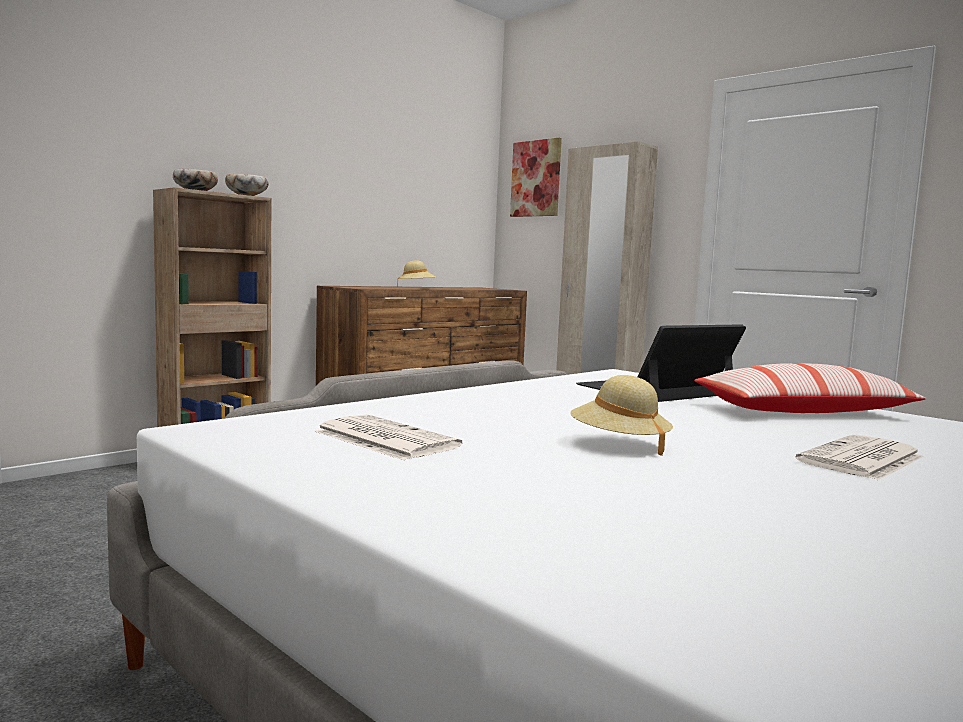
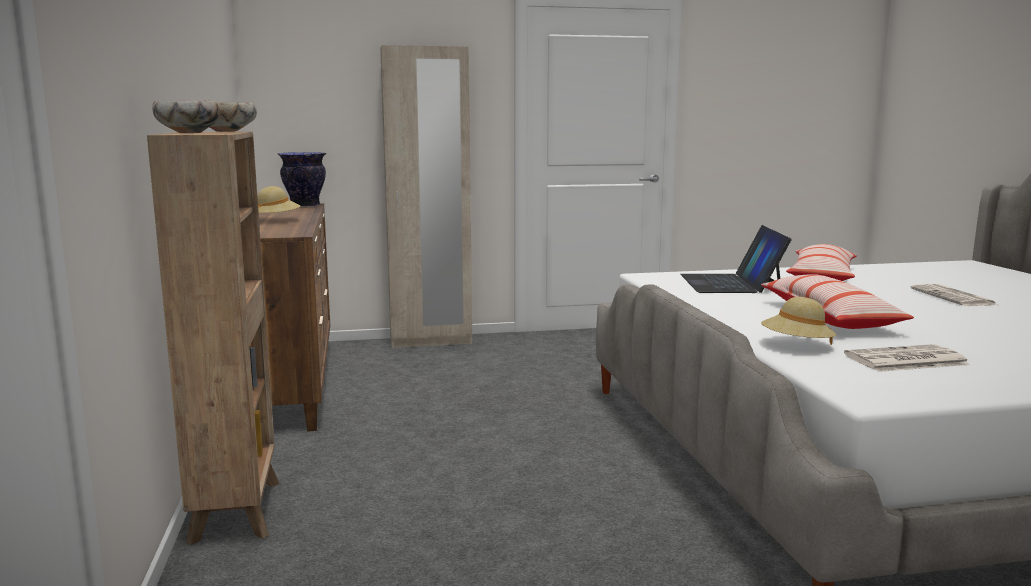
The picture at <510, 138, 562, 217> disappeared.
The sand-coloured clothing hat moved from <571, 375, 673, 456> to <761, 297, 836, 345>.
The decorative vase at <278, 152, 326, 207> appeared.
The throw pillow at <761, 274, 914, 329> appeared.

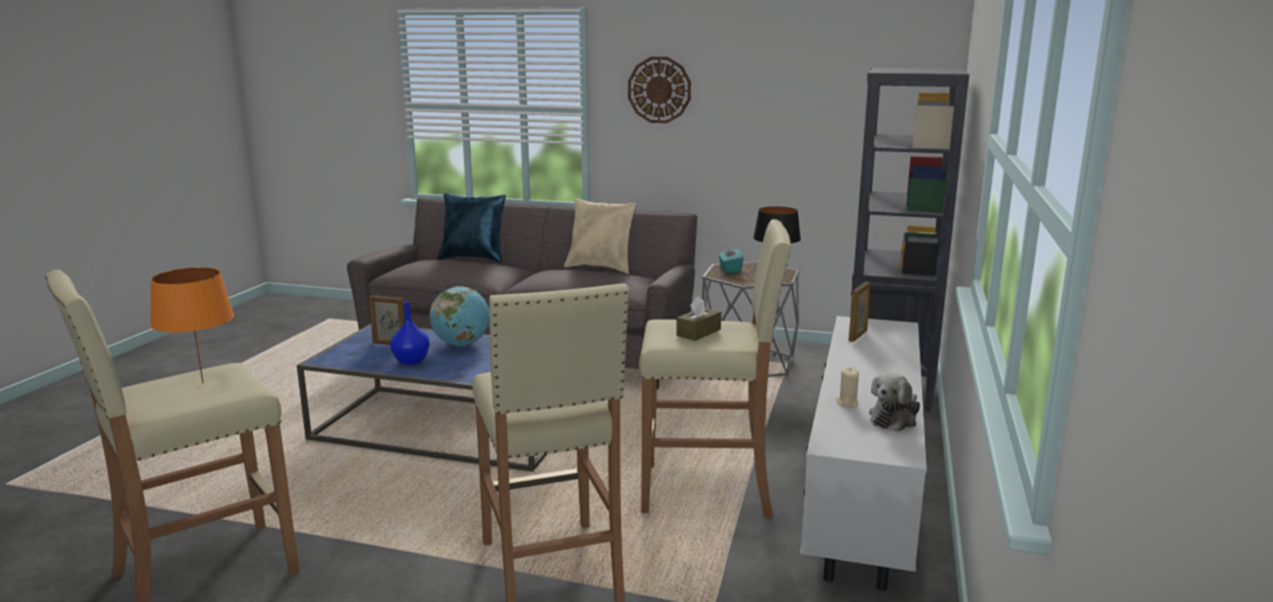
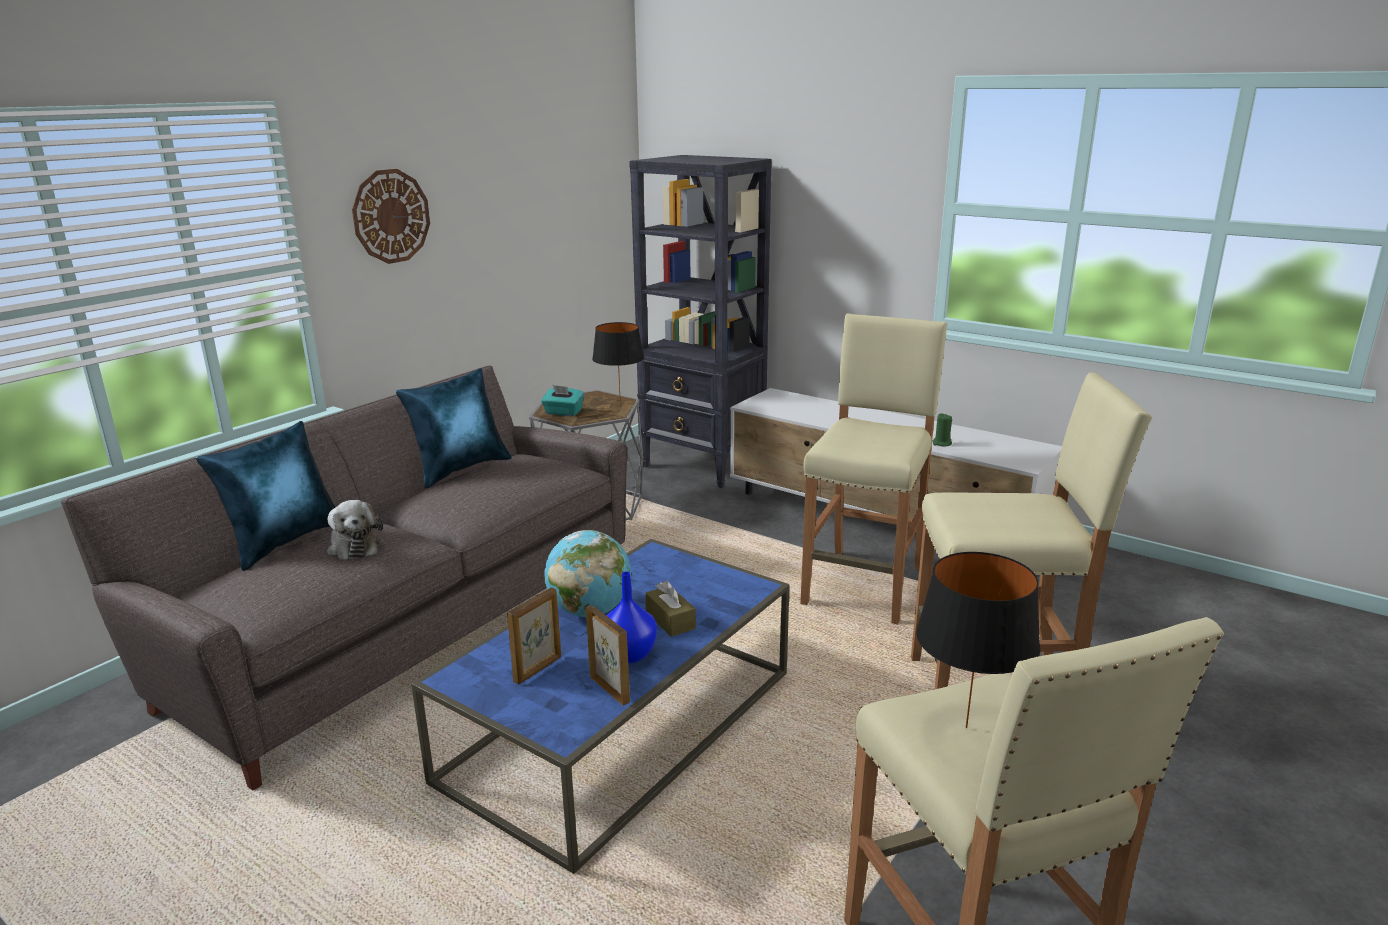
The sand-coloured throw pillow at <564, 199, 637, 274> became the blue-coloured throw pillow at <396, 368, 512, 488>.
The orangey table lamp at <150, 267, 234, 384> became the blackish table lamp at <916, 552, 1040, 728>.
The picture frame moved from <849, 282, 871, 342> to <586, 605, 630, 706>.
The brownish tissue box moved from <676, 296, 721, 341> to <645, 580, 696, 637>.
The sand-coloured wax candle at <836, 367, 859, 407> became the green-coloured wax candle at <932, 413, 952, 446>.
The cuddly toy moved from <869, 372, 920, 432> to <327, 500, 383, 560>.

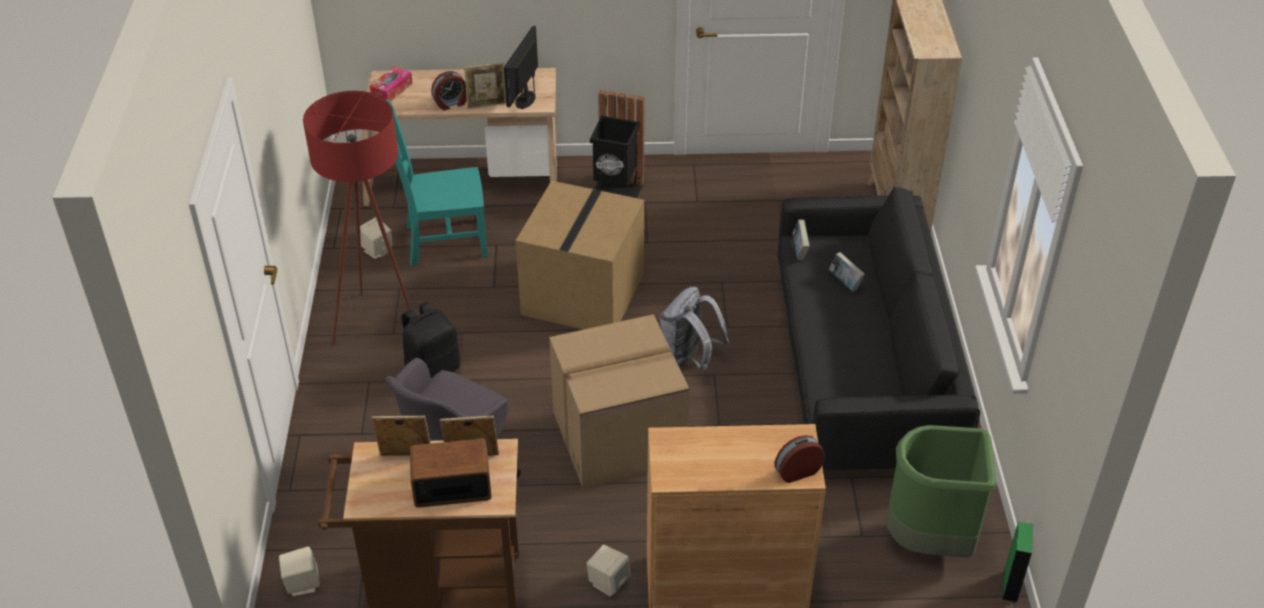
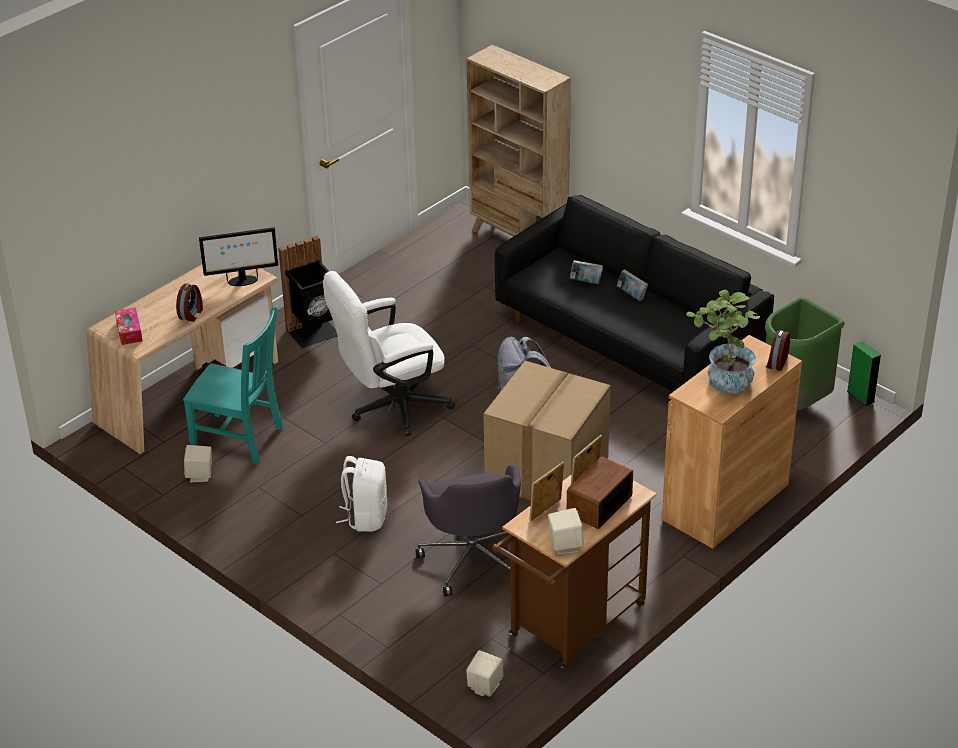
The computer display at <504, 26, 538, 110> turned 75 degrees counterclockwise.
The picture frame at <464, 63, 506, 109> disappeared.
The red standard lamp at <303, 91, 412, 345> disappeared.
The turquoise-coloured plain chair at <386, 99, 488, 266> turned 105 degrees counterclockwise.
The packing box at <516, 181, 644, 330> was replaced by the white-coloured computer chair at <323, 271, 455, 436>.
The volume moved from <793, 219, 810, 260> to <617, 269, 648, 301>.
The blackish backpack at <401, 302, 460, 379> became the white-coloured backpack at <336, 456, 387, 532>.
The sand-coloured speaker moved from <587, 545, 630, 597> to <548, 508, 584, 554>.
The potted plant at <686, 290, 760, 394> appeared.

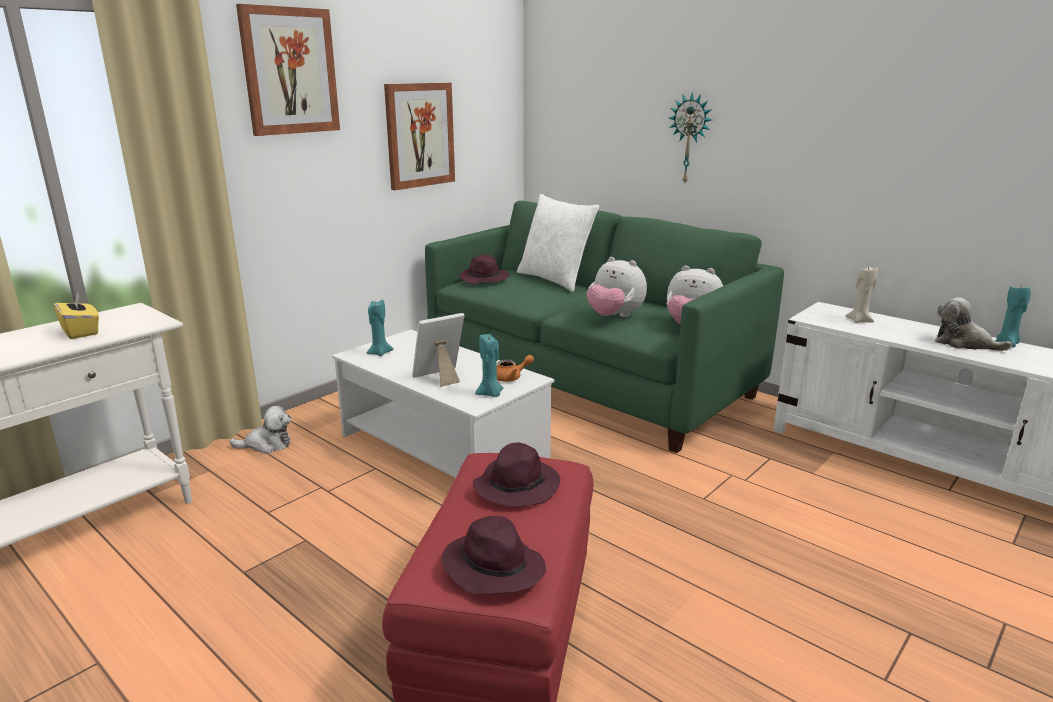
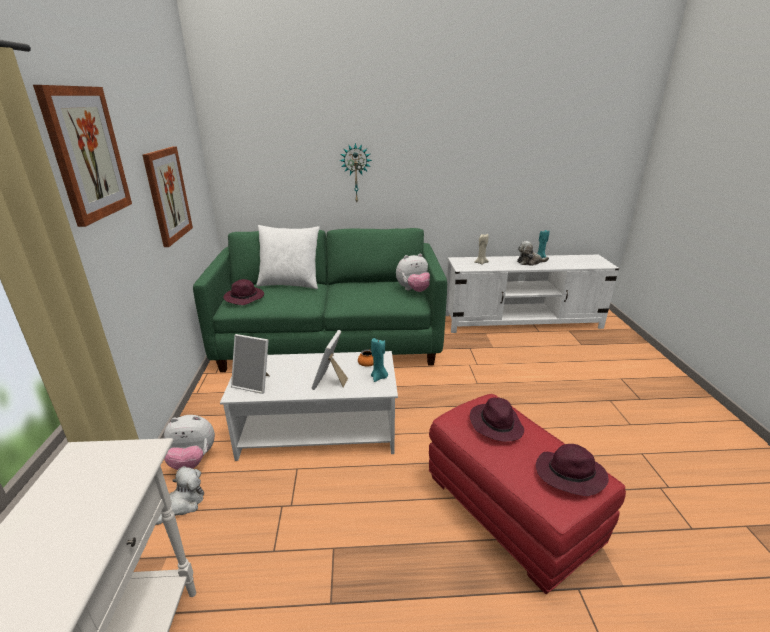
The cuddly toy moved from <587, 257, 647, 317> to <164, 415, 215, 470>.
The yellowish tissue box at <54, 293, 99, 339> disappeared.
The turquoise-coloured wax candle at <366, 300, 393, 356> was replaced by the picture frame at <231, 334, 270, 394>.

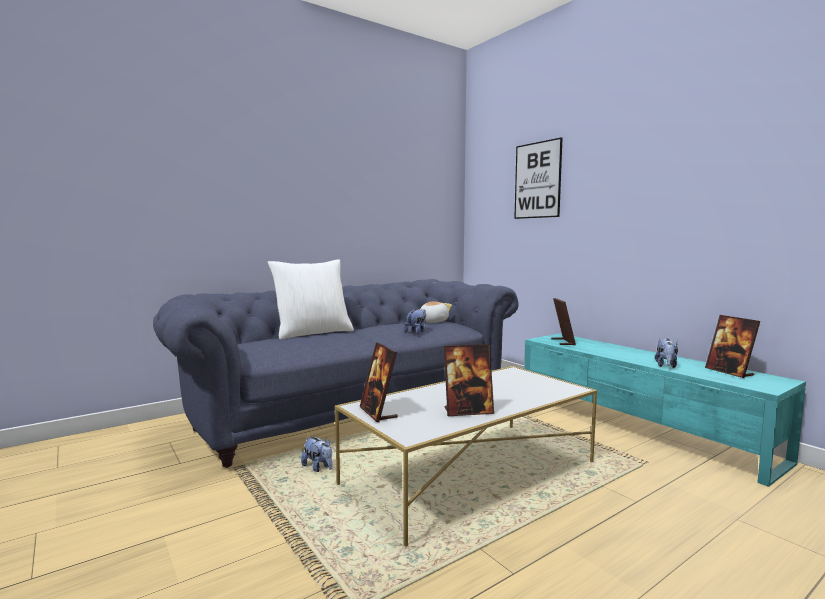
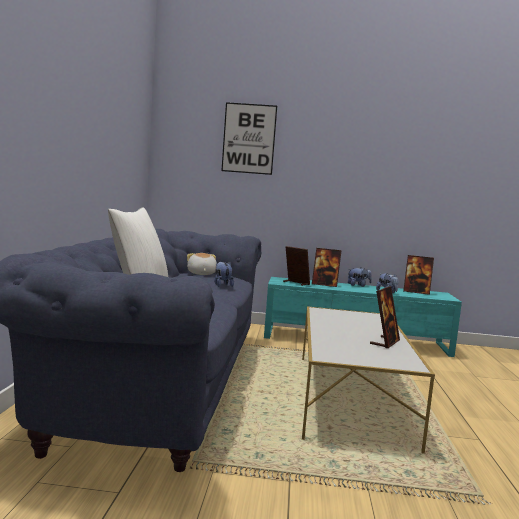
The picture frame moved from <360, 342, 398, 422> to <312, 248, 341, 287>.
The cuddly toy moved from <301, 437, 332, 472> to <348, 267, 372, 287>.

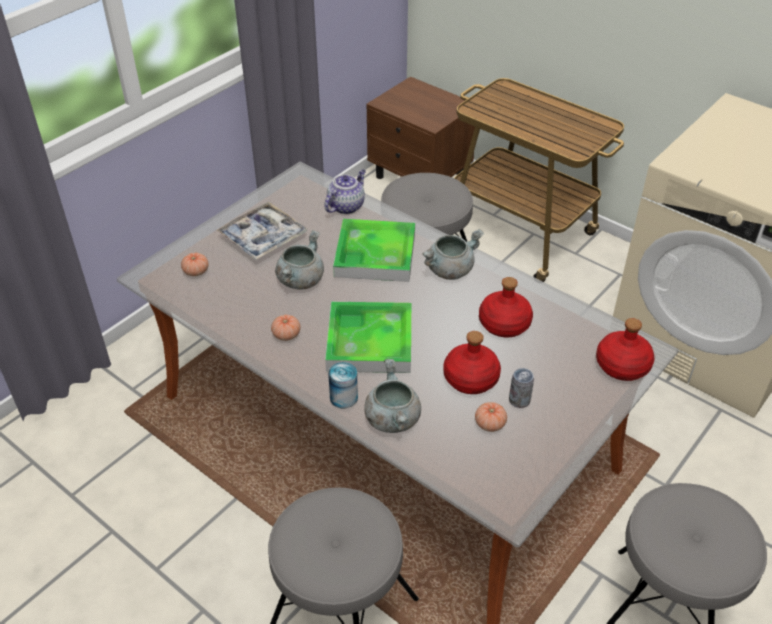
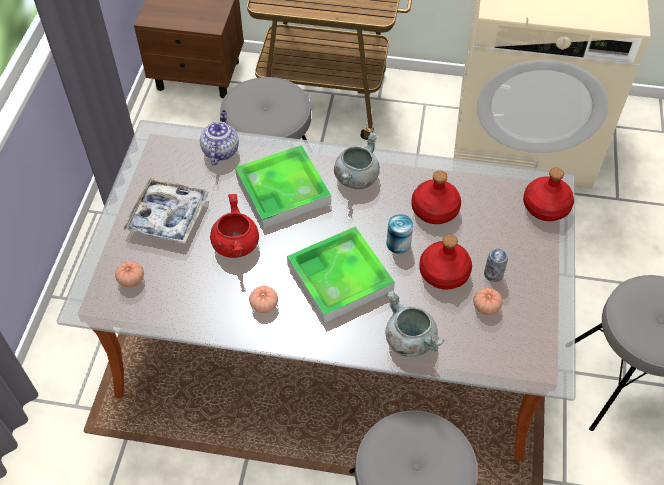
The gray saucepot at <275, 230, 324, 290> became the red saucepot at <210, 194, 259, 258>.
The metal can moved from <328, 362, 358, 409> to <387, 214, 413, 254>.

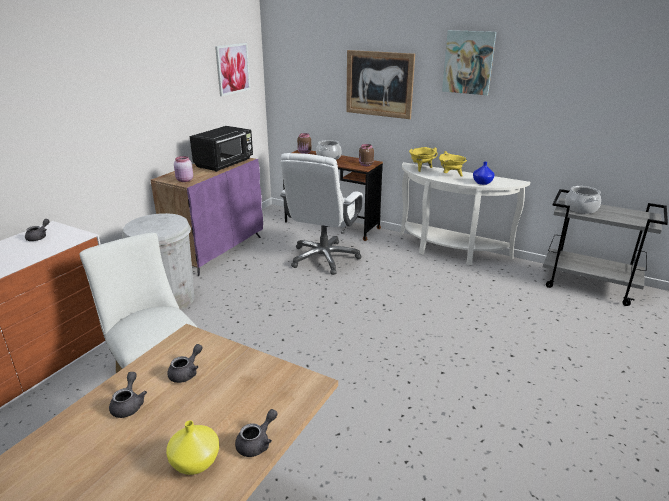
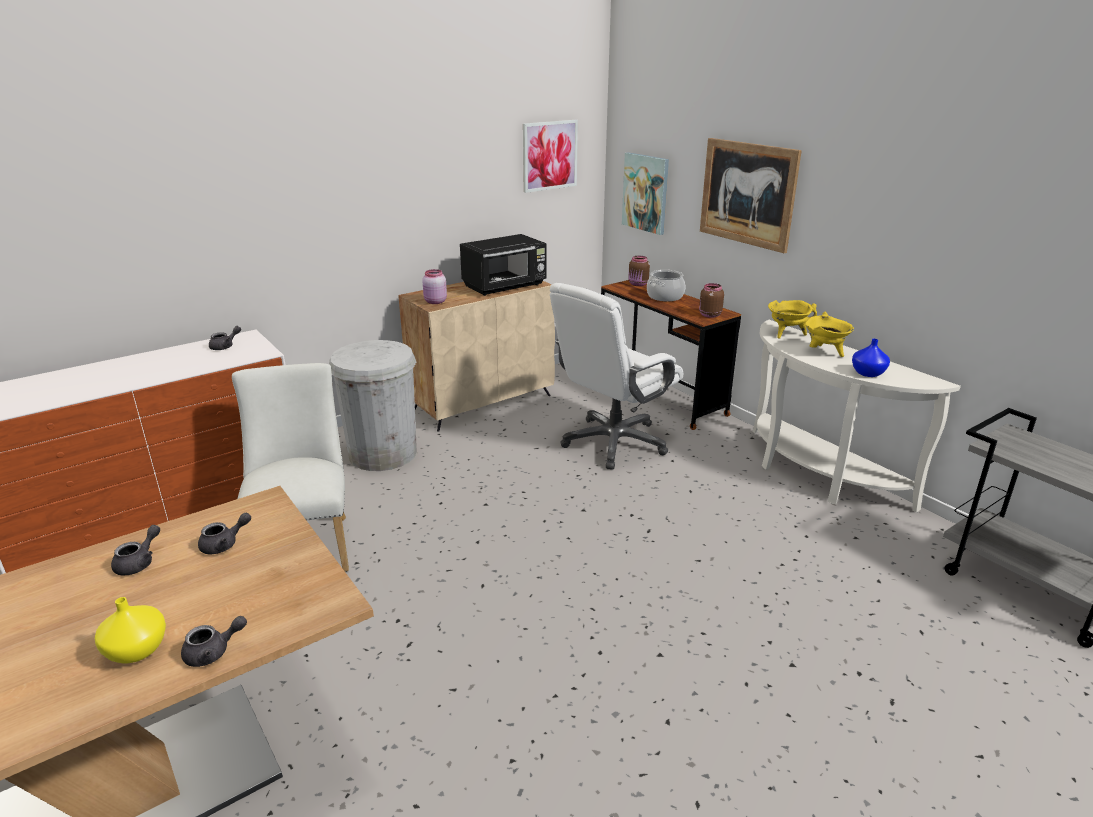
The picture moved from <442, 30, 497, 95> to <622, 152, 669, 235>.
The purple-coloured storage cabinet at <151, 158, 263, 276> became the sand-coloured storage cabinet at <398, 281, 555, 432>.
The saucepot at <565, 186, 601, 213> disappeared.

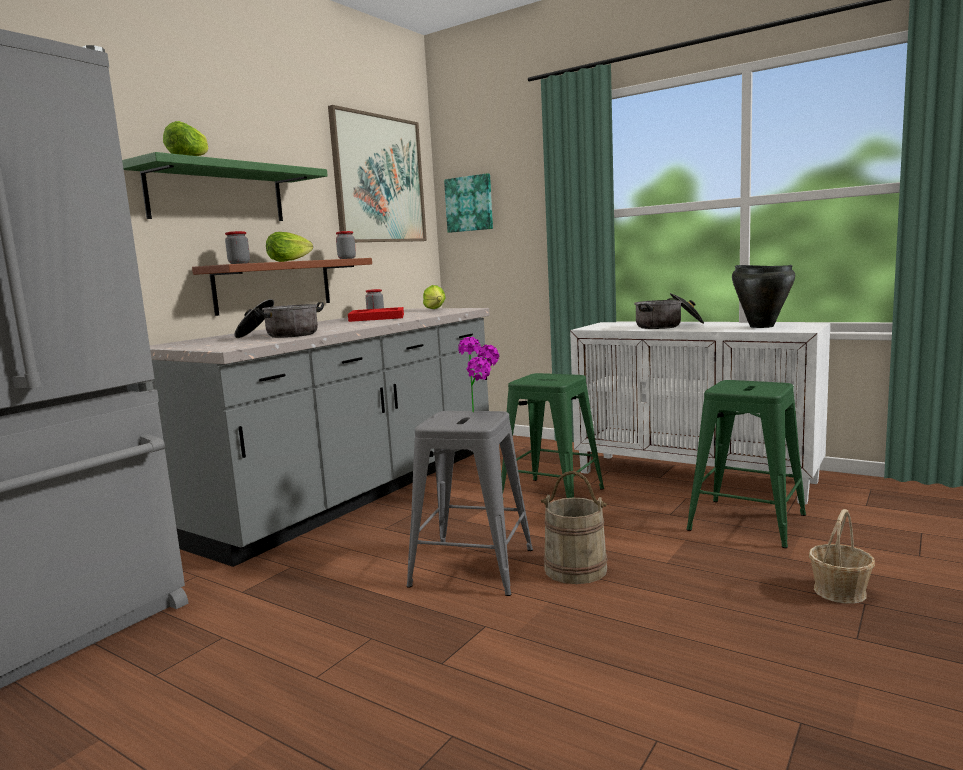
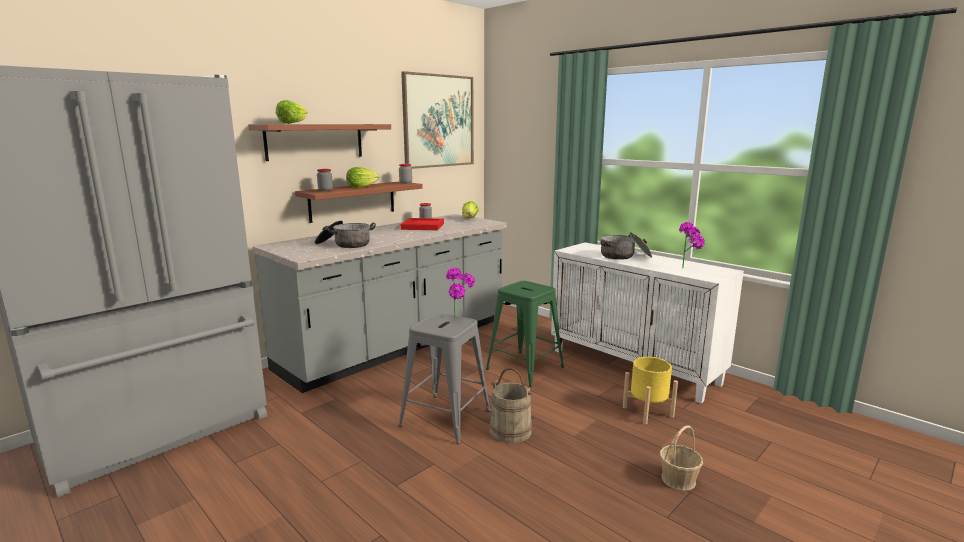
The green-coloured wall shelf at <122, 152, 328, 221> became the brownish wall shelf at <248, 124, 391, 161>.
The picture at <444, 173, 493, 233> disappeared.
The blackish saucepot at <732, 265, 795, 328> was replaced by the potted plant at <679, 222, 705, 268>.
The green-coloured sitting stool at <686, 380, 806, 548> was replaced by the yellowish plant pot at <623, 357, 678, 425>.

